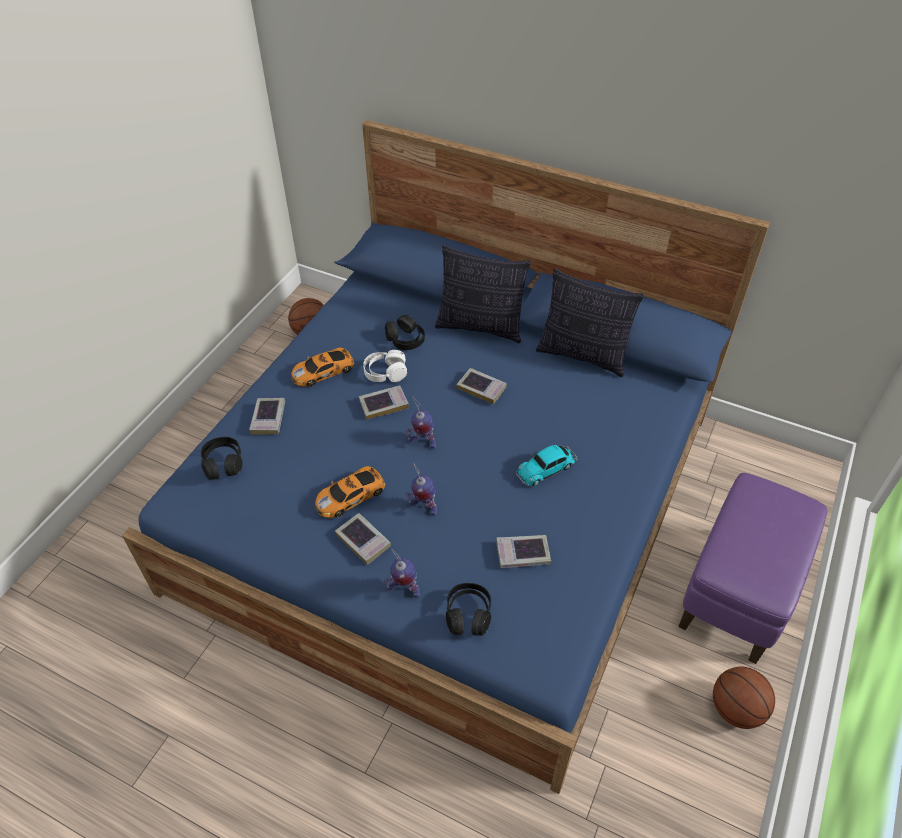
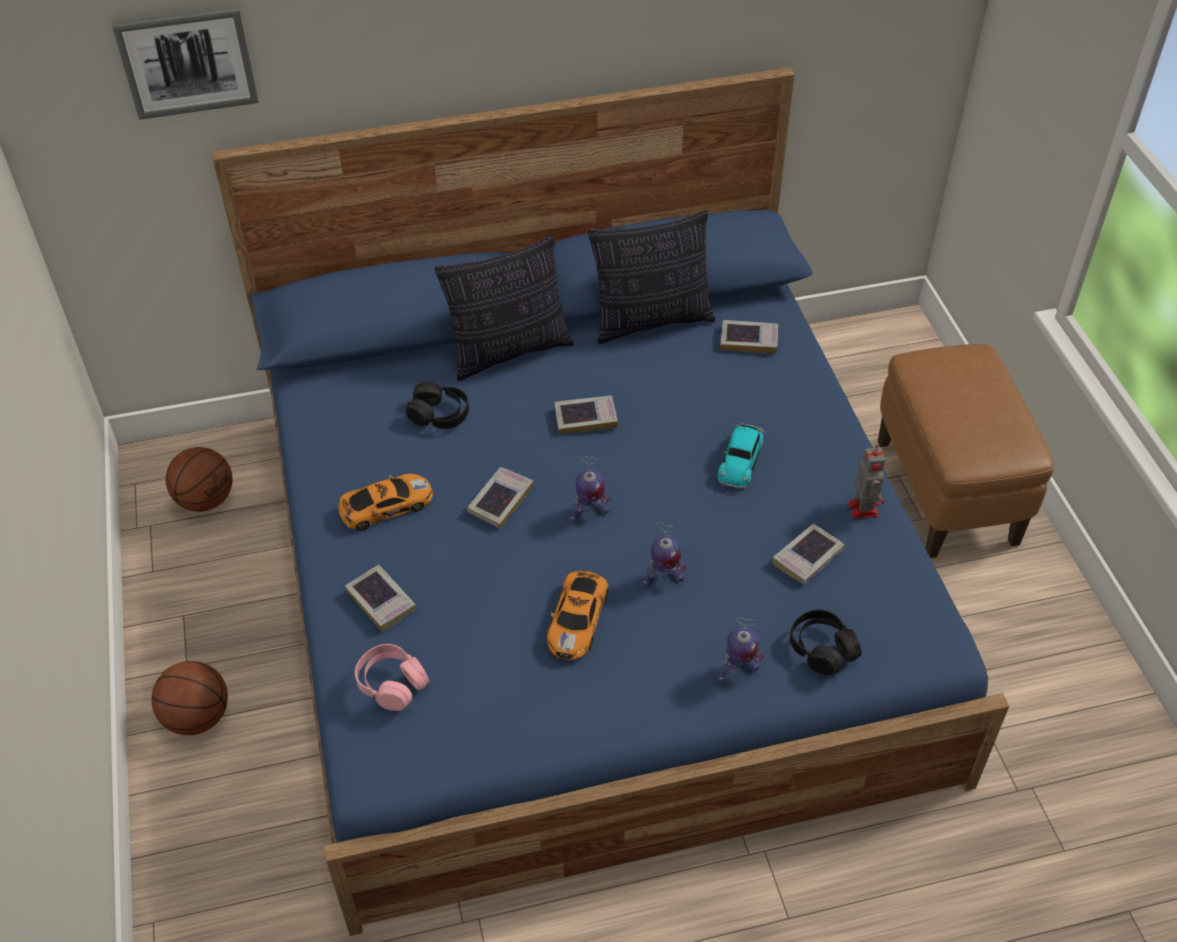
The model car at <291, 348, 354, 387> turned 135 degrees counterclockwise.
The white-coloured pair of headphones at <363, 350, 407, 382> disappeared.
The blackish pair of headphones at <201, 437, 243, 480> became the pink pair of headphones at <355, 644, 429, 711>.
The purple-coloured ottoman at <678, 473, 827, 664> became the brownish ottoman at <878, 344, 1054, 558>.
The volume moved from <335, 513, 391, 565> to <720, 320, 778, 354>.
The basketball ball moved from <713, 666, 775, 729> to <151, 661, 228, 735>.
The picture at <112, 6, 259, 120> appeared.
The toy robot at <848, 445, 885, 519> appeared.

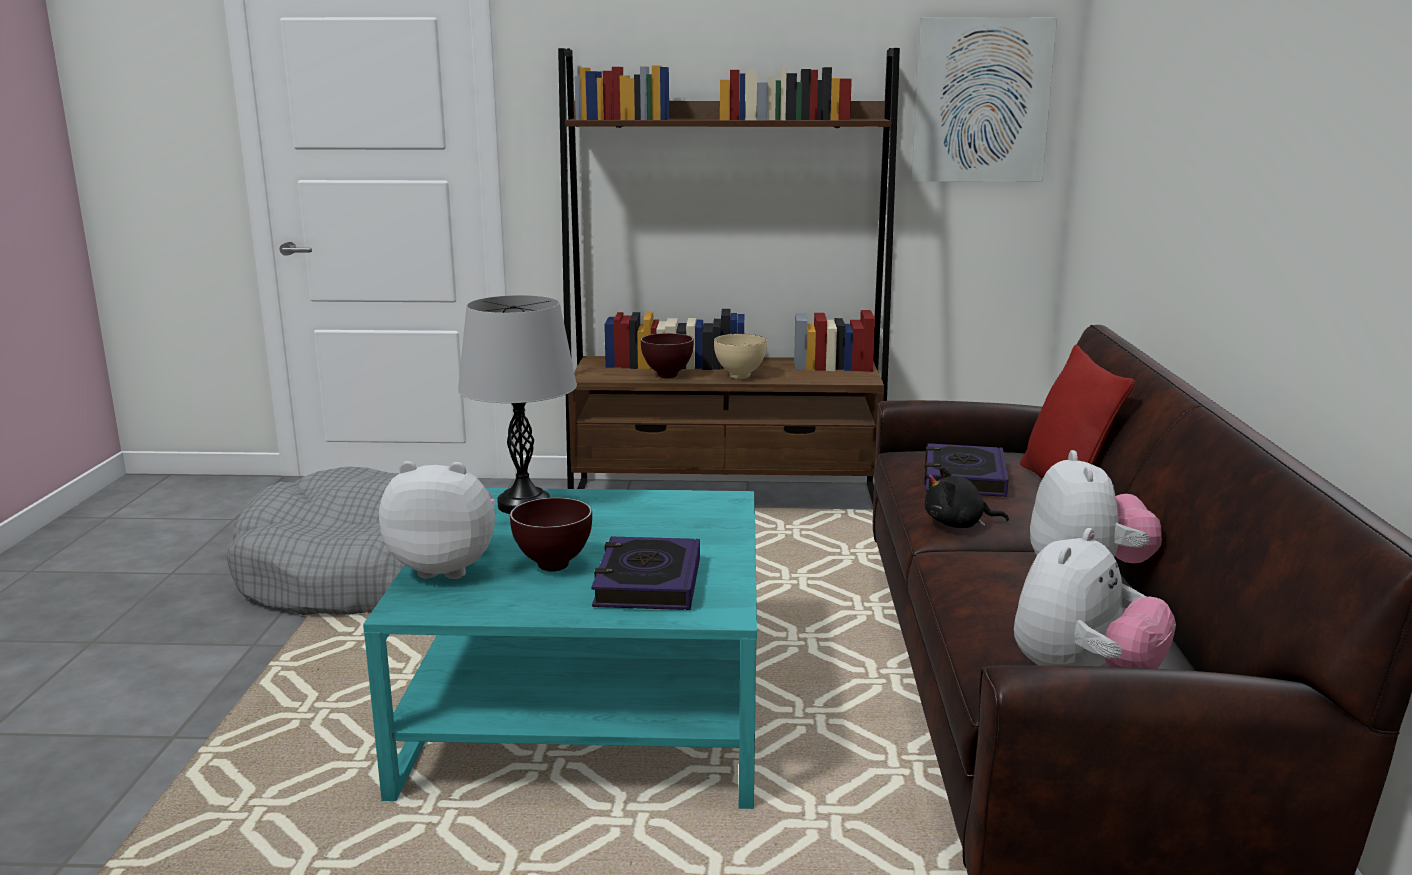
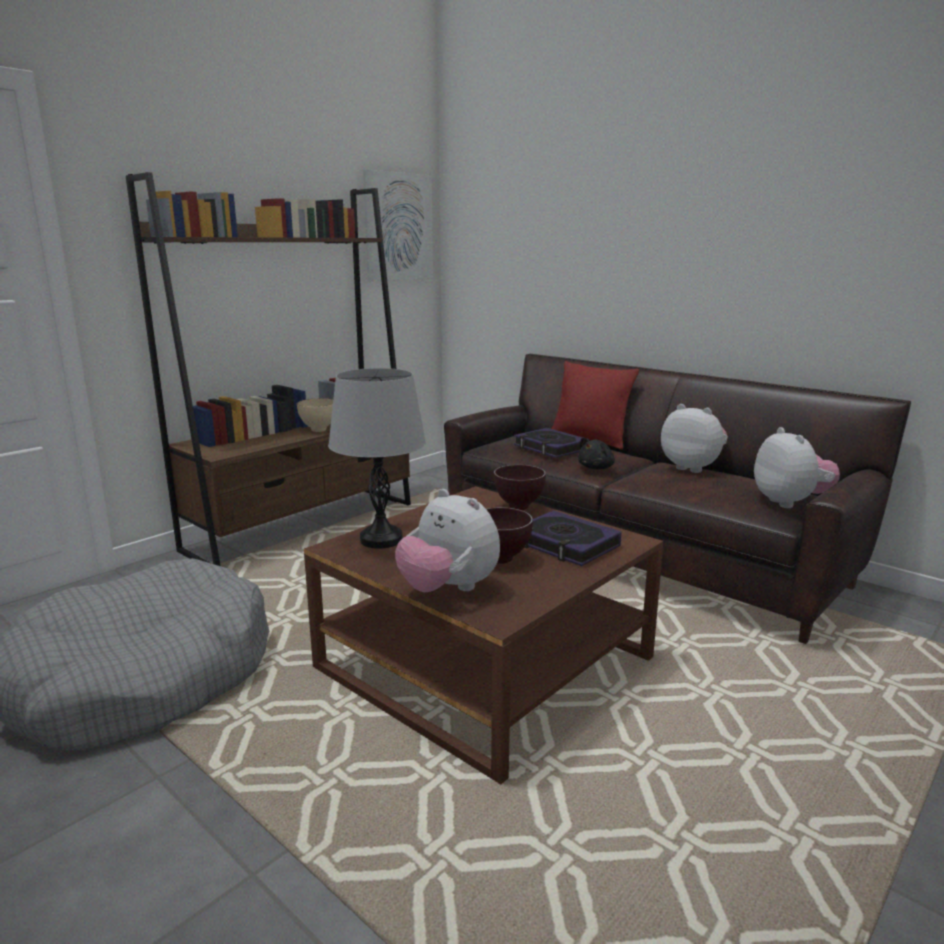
The brownish serving bowl moved from <641, 333, 694, 378> to <494, 465, 546, 510>.
The cuddly toy at <379, 461, 495, 579> turned 90 degrees counterclockwise.
The turquoise-coloured low table at <363, 488, 757, 809> became the brownish low table at <304, 486, 663, 785>.

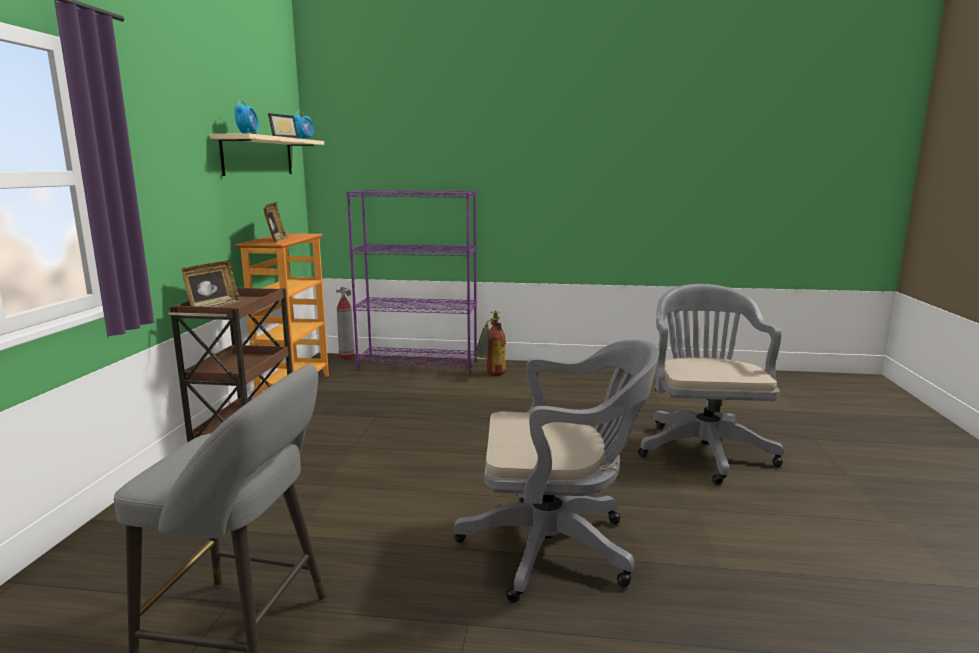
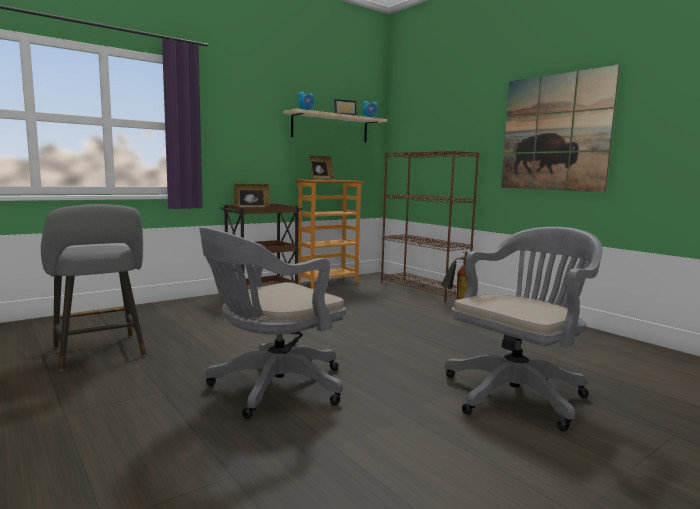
The purple-coloured shelving unit at <346, 190, 477, 374> became the brownish shelving unit at <381, 151, 479, 302>.
The fire-fighting cylinder at <336, 287, 355, 360> disappeared.
The gray computer chair at <454, 339, 659, 603> turned 90 degrees clockwise.
The picture at <501, 64, 620, 192> appeared.

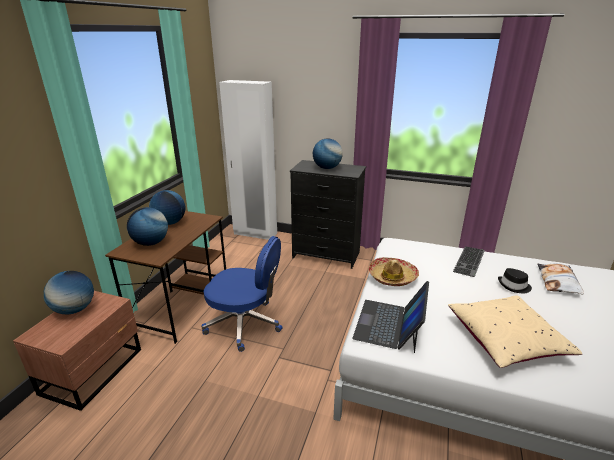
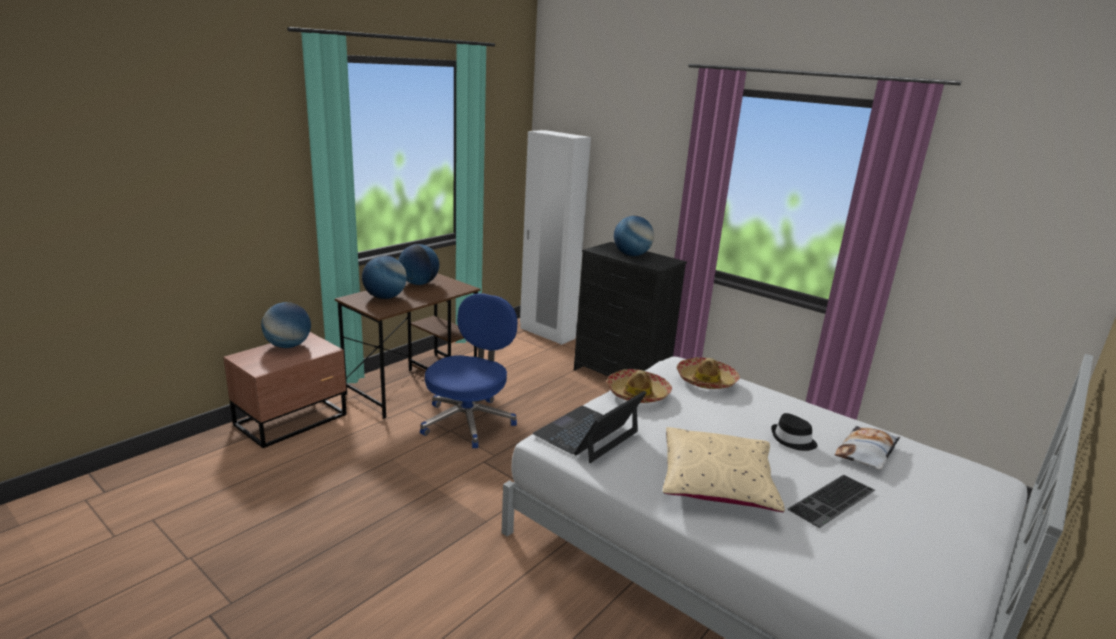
The blue-coloured computer chair at <201, 236, 282, 352> turned 105 degrees counterclockwise.
The computer keyboard moved from <453, 246, 485, 277> to <788, 475, 875, 528>.
The clothing hat at <677, 357, 740, 389> appeared.

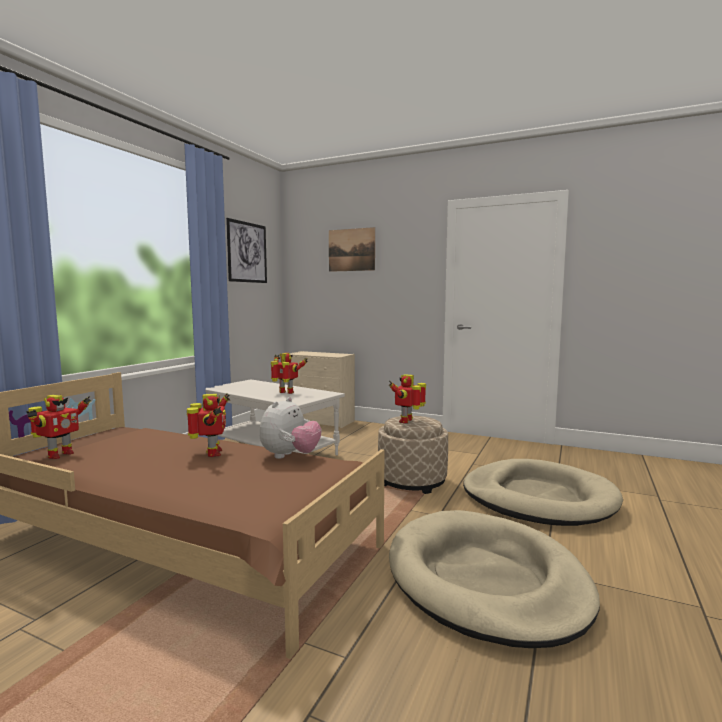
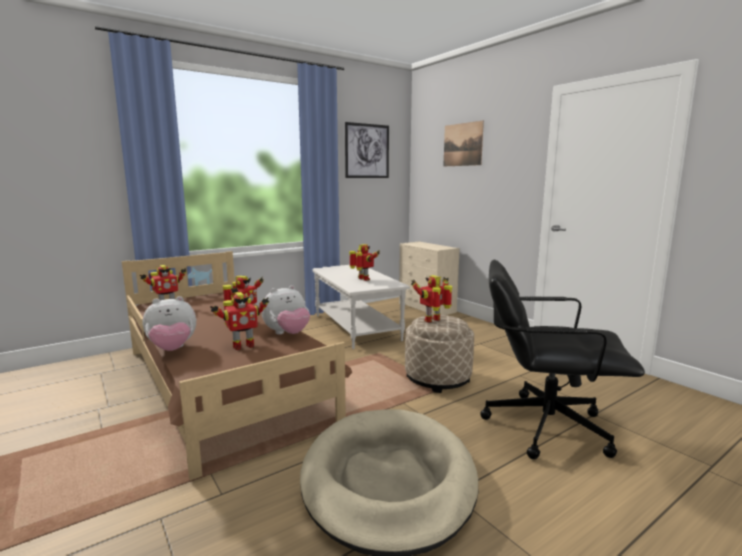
The sand-coloured pet bed at <463, 459, 623, 526> was replaced by the blackish computer chair at <480, 260, 645, 459>.
The toy robot at <210, 292, 269, 350> appeared.
The cuddly toy at <143, 296, 196, 351> appeared.

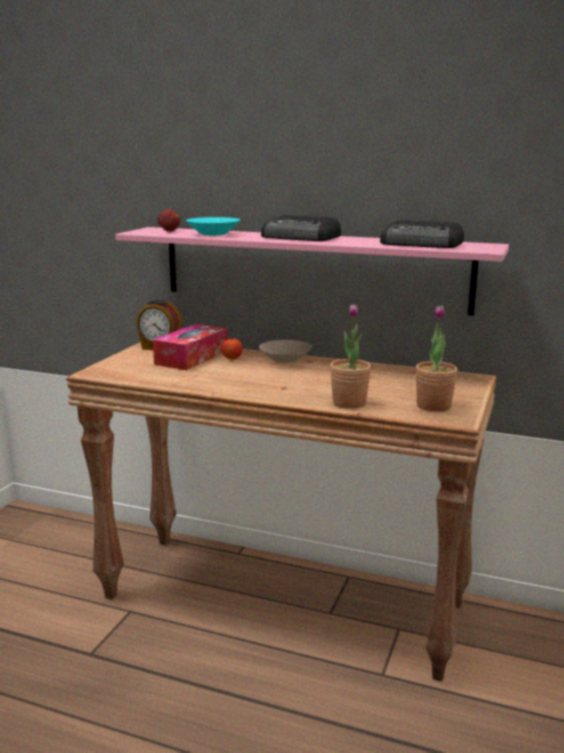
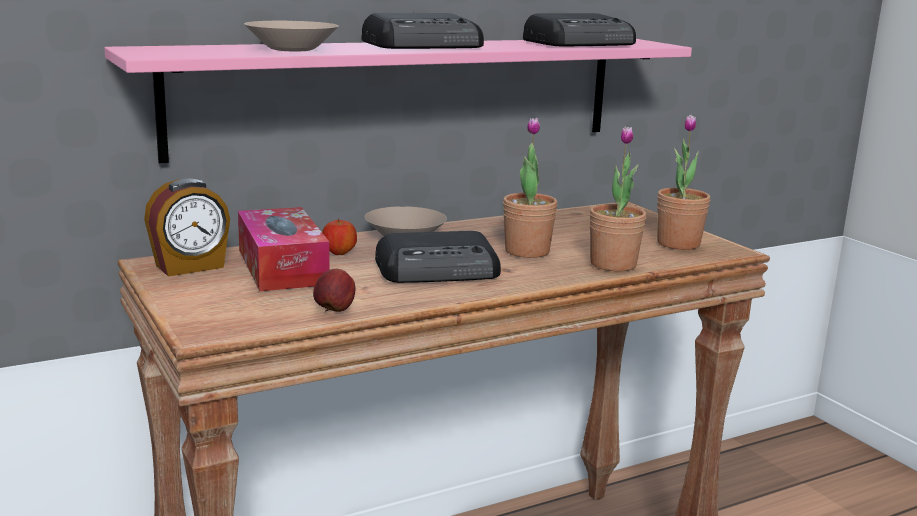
The apple fruit moved from <157, 209, 180, 232> to <313, 269, 355, 312>.
The turquoise-coloured serving bowl at <186, 217, 240, 236> became the sand-coloured serving bowl at <244, 21, 339, 51>.
The potted plant at <503, 117, 558, 258> appeared.
The radio at <375, 231, 501, 283> appeared.

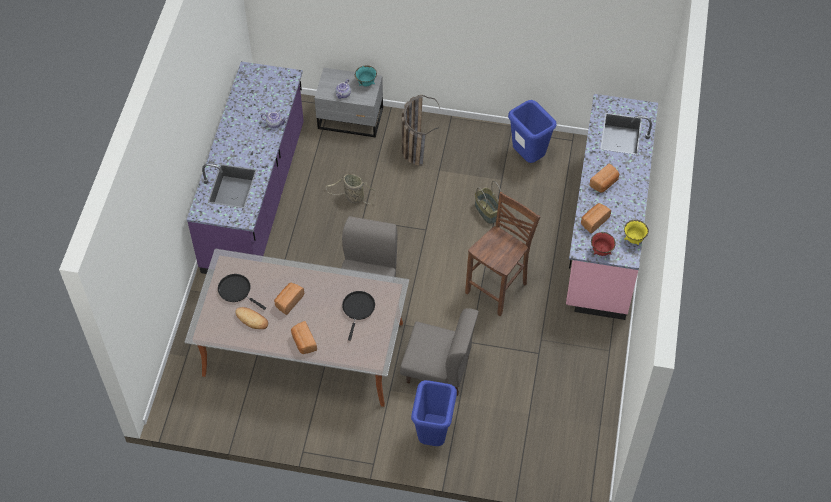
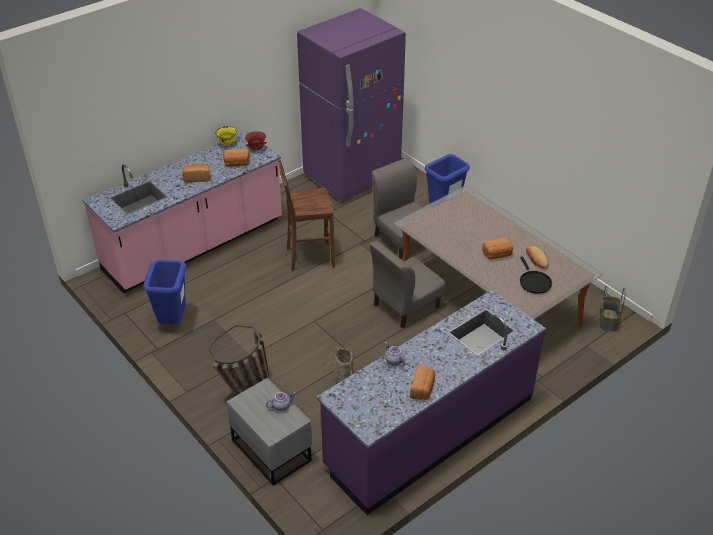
The turquoise-coloured serving bowl at <355, 65, 377, 86> disappeared.
The household basket moved from <475, 181, 502, 224> to <600, 285, 625, 332>.
The blackish pan at <342, 291, 375, 341> disappeared.
The bakery bread moved from <291, 321, 317, 354> to <410, 365, 435, 400>.
The purple-coloured fridge at <297, 8, 406, 201> appeared.

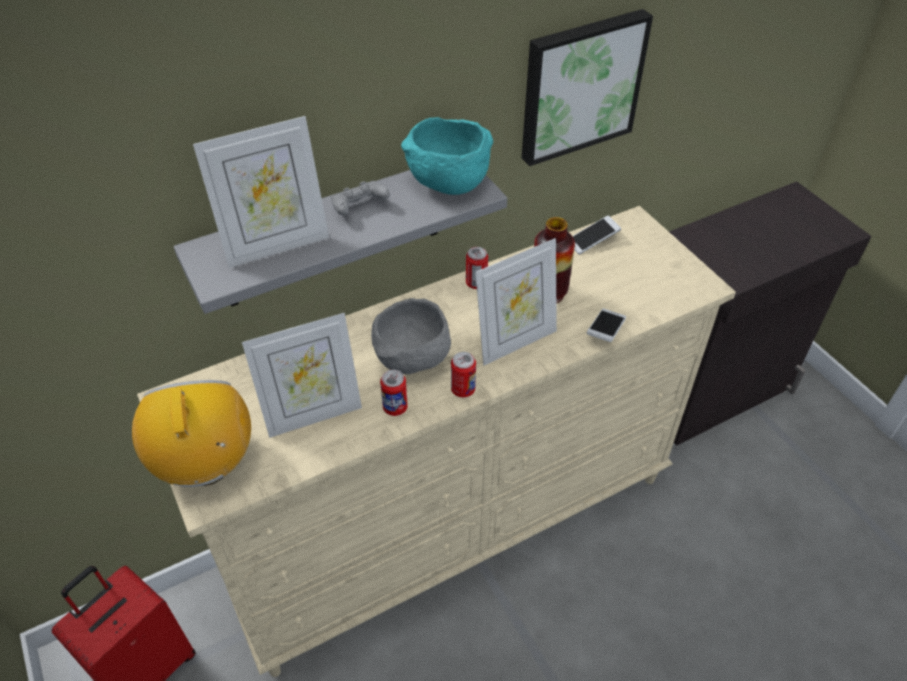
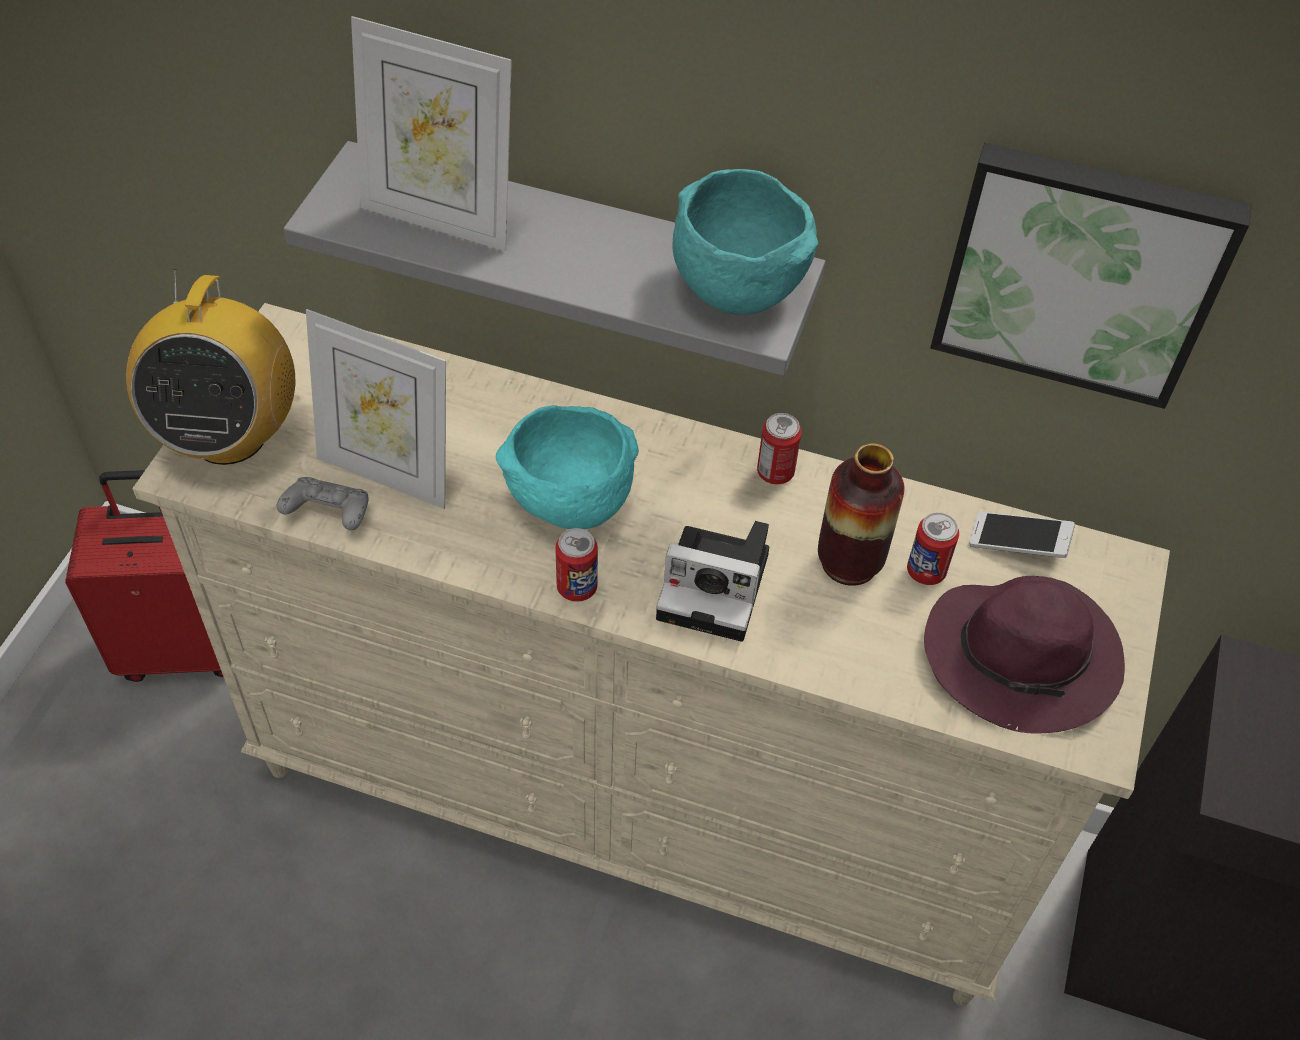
The gray game controller moved from <331, 181, 390, 215> to <277, 477, 369, 530>.
The picture frame at <476, 238, 557, 365> was replaced by the still camera at <656, 521, 769, 642>.
The gray serving bowl at <371, 298, 451, 374> became the turquoise-coloured serving bowl at <496, 405, 639, 529>.
The telephone at <587, 308, 626, 342> disappeared.
The metal can moved from <380, 370, 408, 416> to <907, 513, 959, 585>.
The radio at <132, 380, 251, 487> turned 150 degrees clockwise.
The purple-coloured clothing hat at <924, 576, 1125, 734> appeared.

